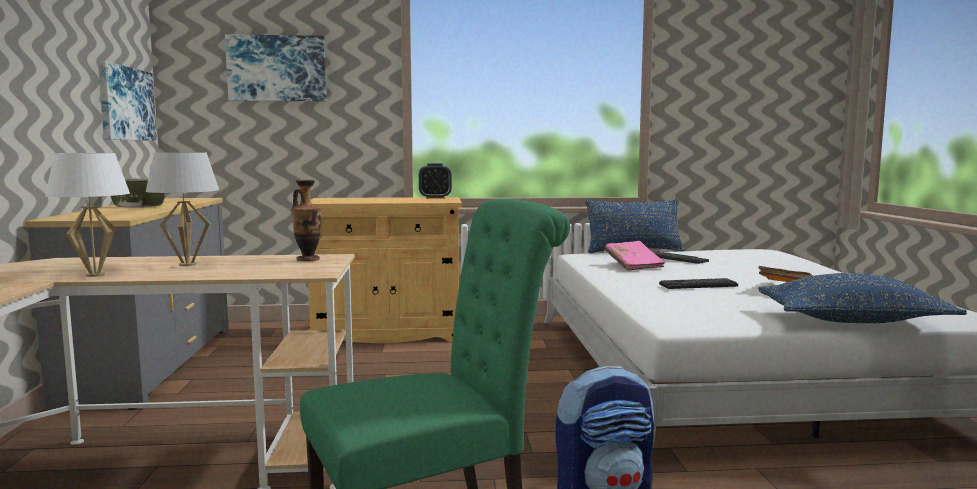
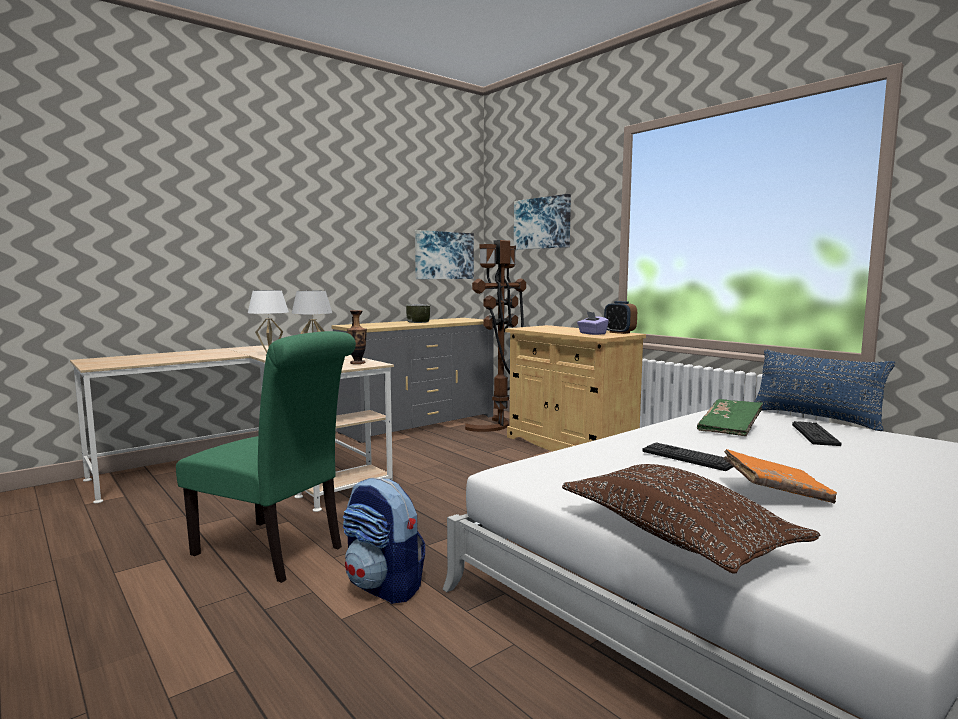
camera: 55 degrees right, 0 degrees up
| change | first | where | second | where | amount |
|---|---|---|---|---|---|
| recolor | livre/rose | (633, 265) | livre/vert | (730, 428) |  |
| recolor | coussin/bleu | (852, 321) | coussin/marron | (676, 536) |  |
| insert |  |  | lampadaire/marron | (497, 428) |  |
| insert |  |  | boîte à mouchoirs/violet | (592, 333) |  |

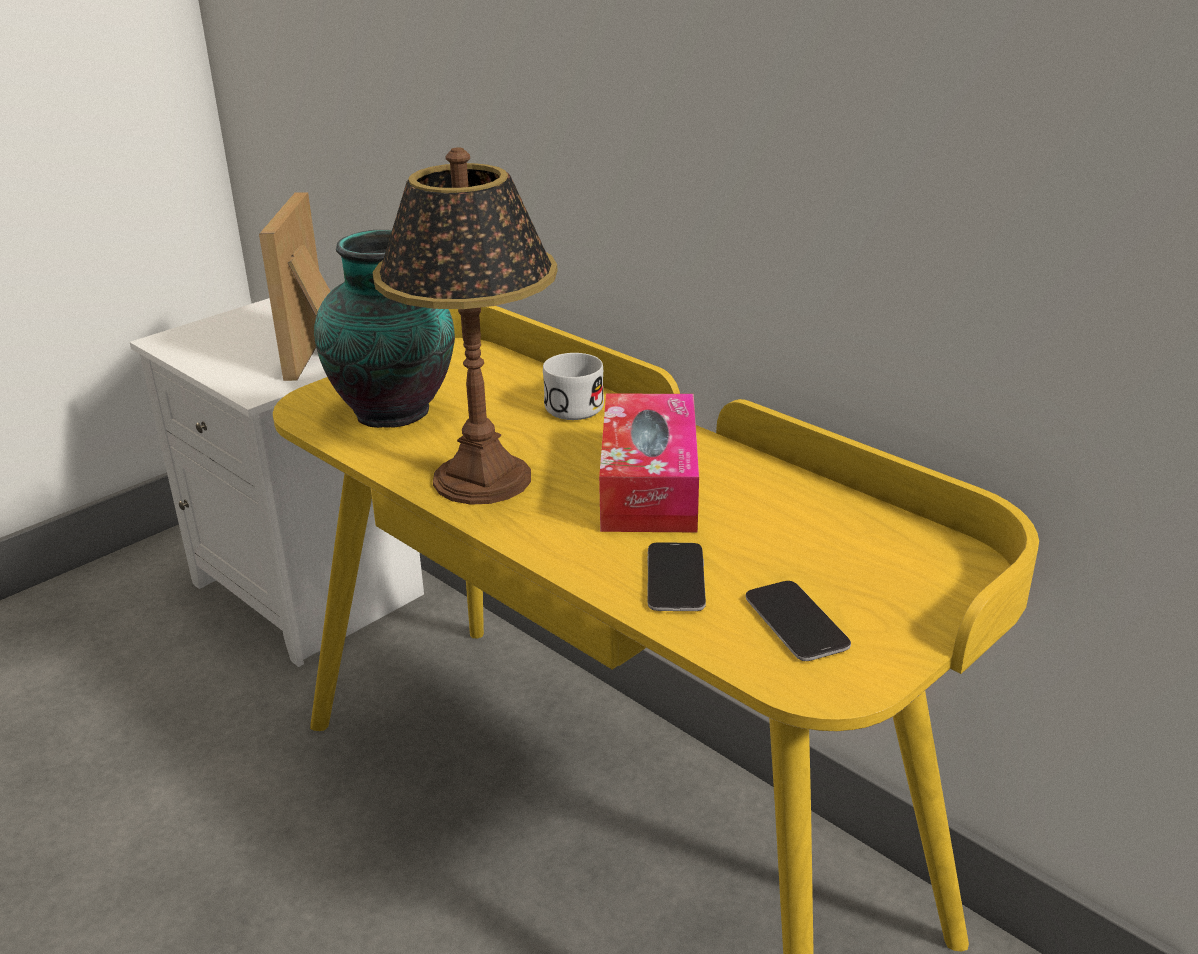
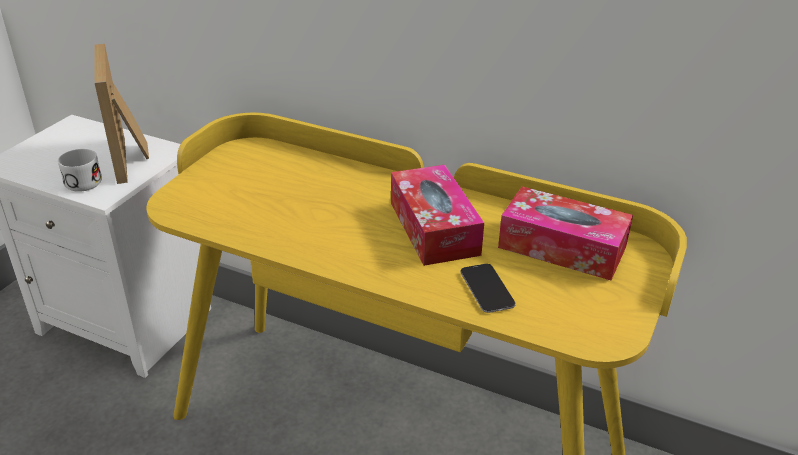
camera: 20 degrees left, 5 degrees up
| change | first | where | second | where | amount |
|---|---|---|---|---|---|
| delete | lampe de table | (482, 479) |  |  |  |
| delete | vase | (396, 411) |  |  |  |
| move | mug/blanc | (574, 403) |  | (83, 179) |  |
| delete | téléphone | (796, 622) |  |  |  |
| insert |  |  | boîte à mouchoirs | (562, 247) |  |

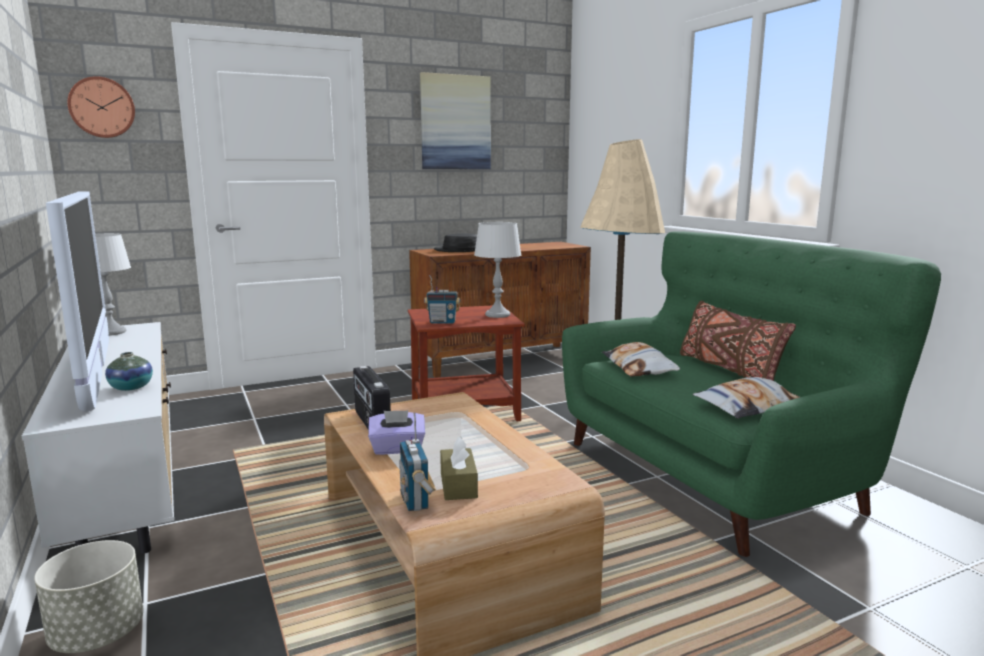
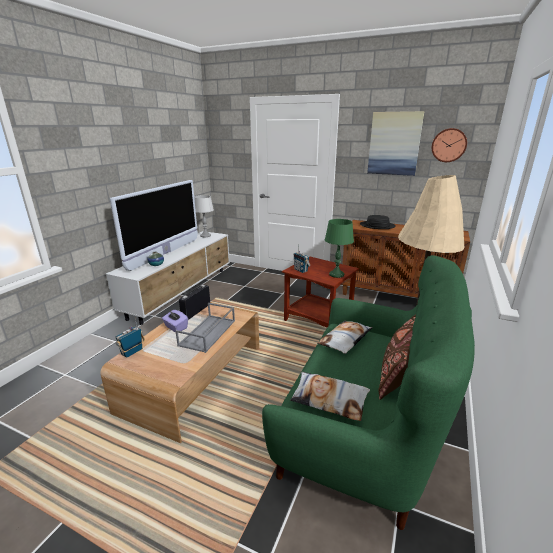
camera: 50 degrees right, 10 degrees up
| change | first | where | second | where | amount |
|---|---|---|---|---|---|
| move | horloge murale | (102, 107) |  | (449, 145) |  |
| recolor | lampe de table/gris | (497, 315) | lampe de table/vert | (336, 274) |  |
| delete | boîte à mouchoirs/marron | (458, 485) |  |  |  |
| delete | cache-pot/gris | (98, 635) |  |  |  |
| insert |  |  | plateau/gris | (208, 333) |  |

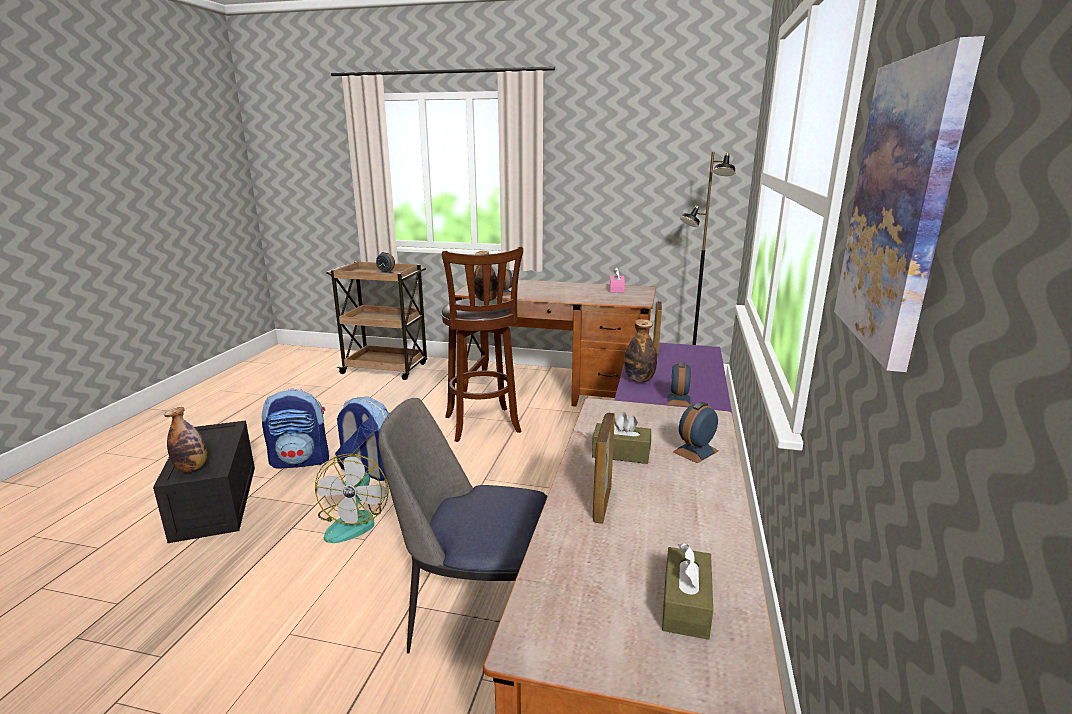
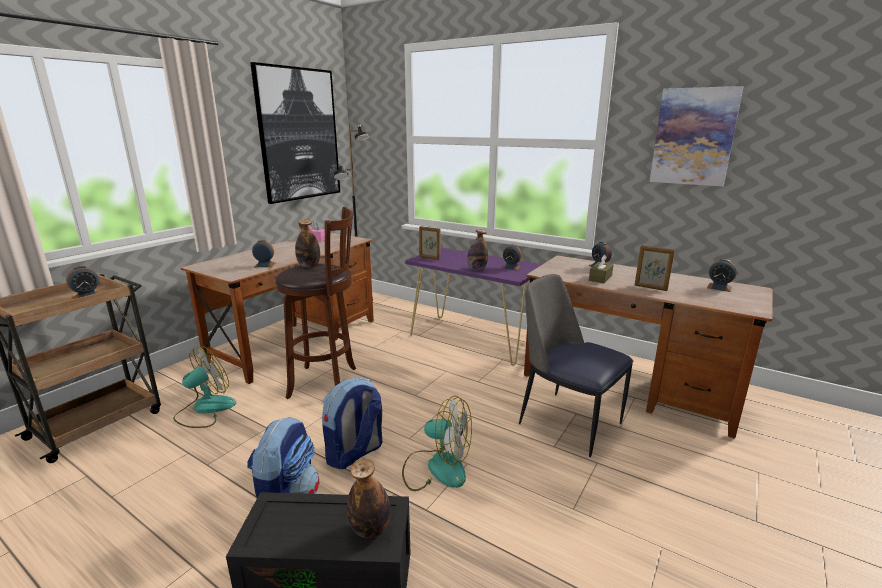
camera: 70 degrees left, 0 degrees up
| change | first | where | second | where | amount |
|---|---|---|---|---|---|
| rotate | chaise | (475, 613) |  | (567, 421) | 105 degrees clockwise |
| replace | boîte à mouchoirs/marron | (686, 604) | réveil | (719, 287) |  |
| insert |  |  | tableau | (299, 135) |  |
| insert |  |  | ventilateur | (205, 409) |  |

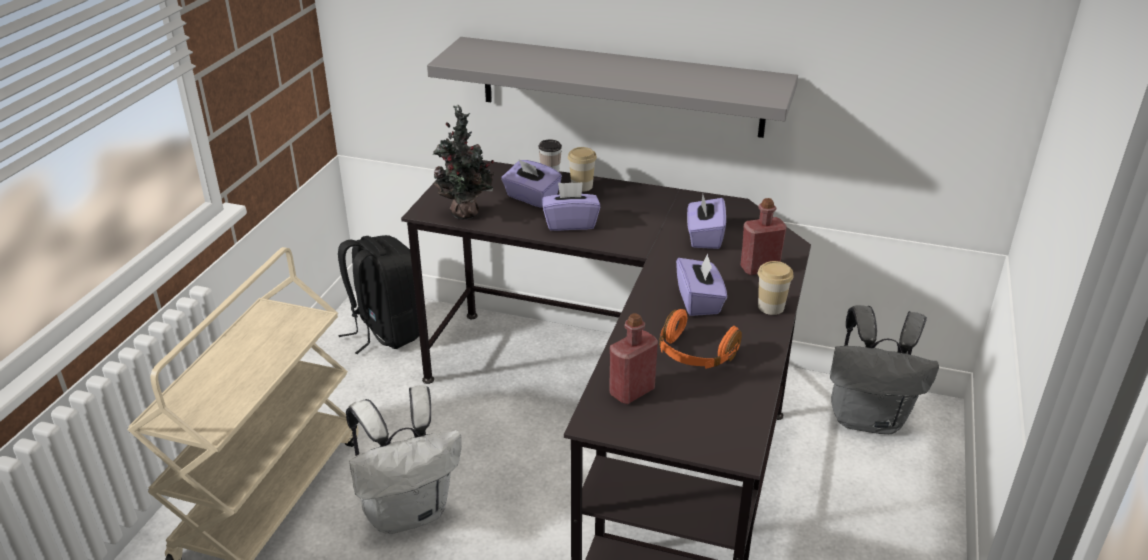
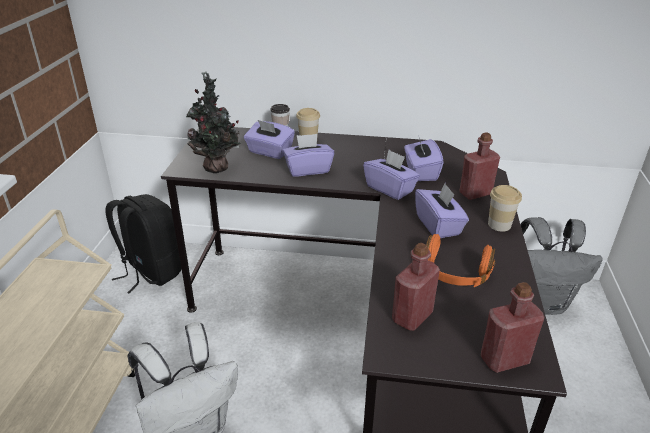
camera: 10 degrees left, 0 degrees up
| change | first | where | second | where | amount |
|---|---|---|---|---|---|
| delete | étagère/gris | (621, 87) |  |  |  |
| insert |  |  | boîte à mouchoirs/violet | (390, 189) |  |
| insert |  |  | bouteille/rouge | (504, 359) |  |

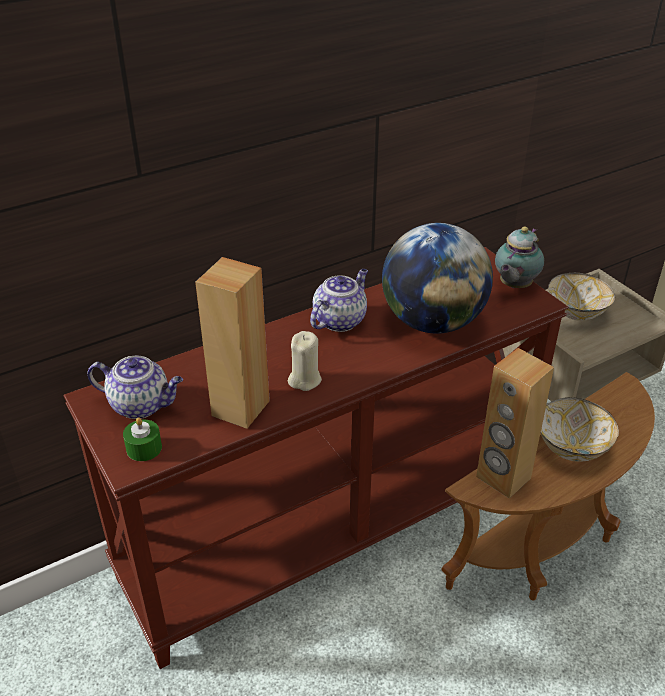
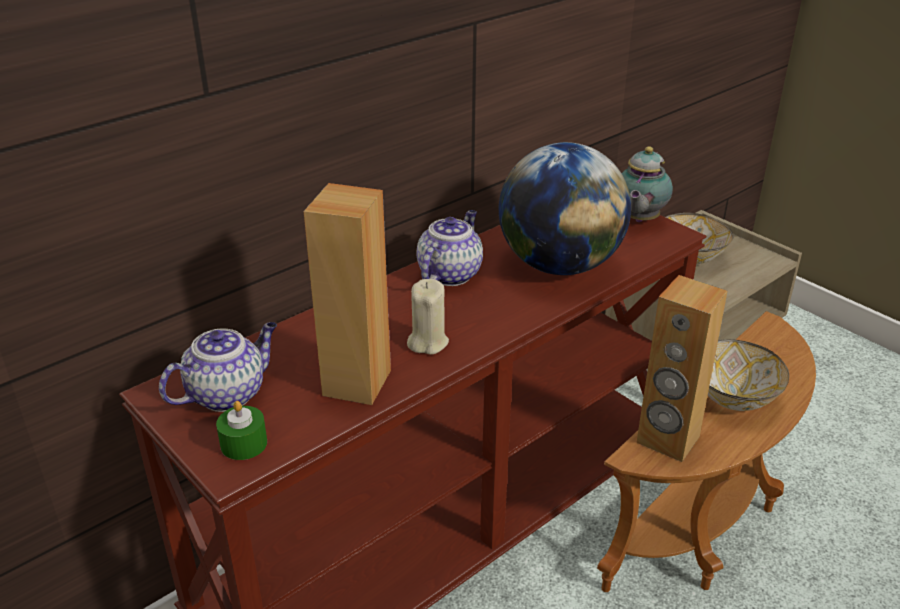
camera: 10 degrees left, 5 degrees down
| change | first | where | second | where | amount |
|---|---|---|---|---|---|
| rotate | théière | (141, 405) |  | (227, 393) | 45 degrees counterclockwise |

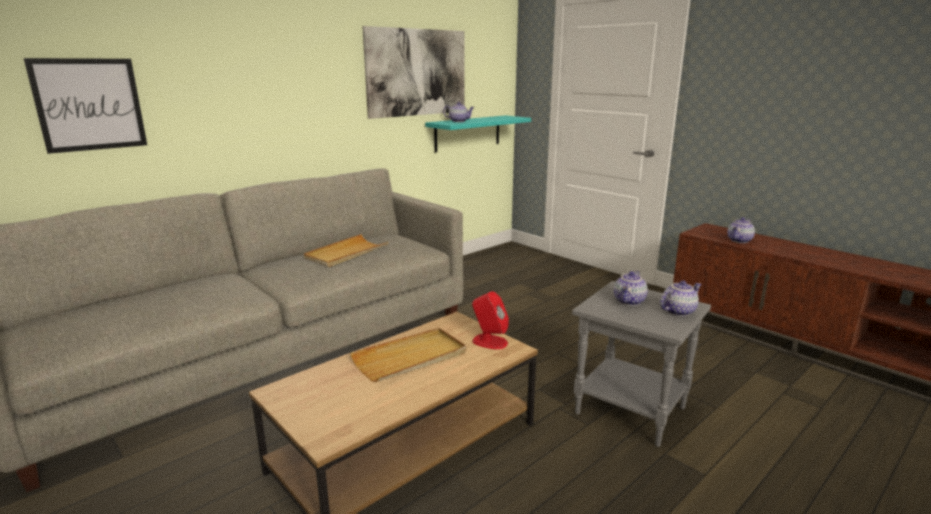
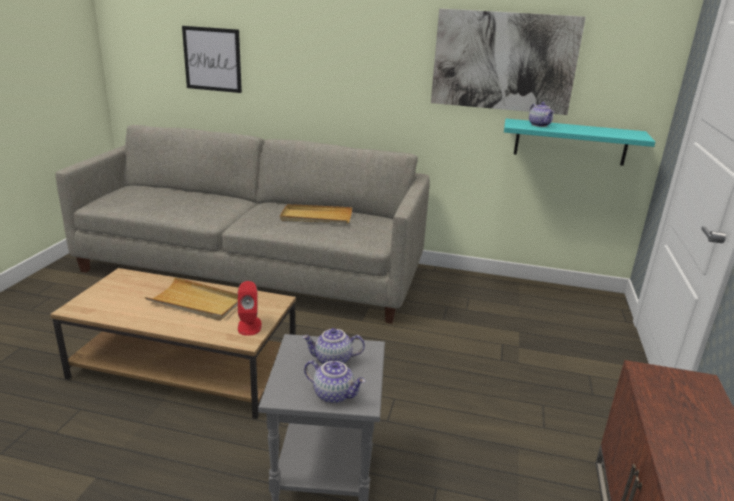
camera: 55 degrees right, 5 degrees up
| change | first | where | second | where | amount |
|---|---|---|---|---|---|
| delete | théière | (740, 241) |  |  |  |

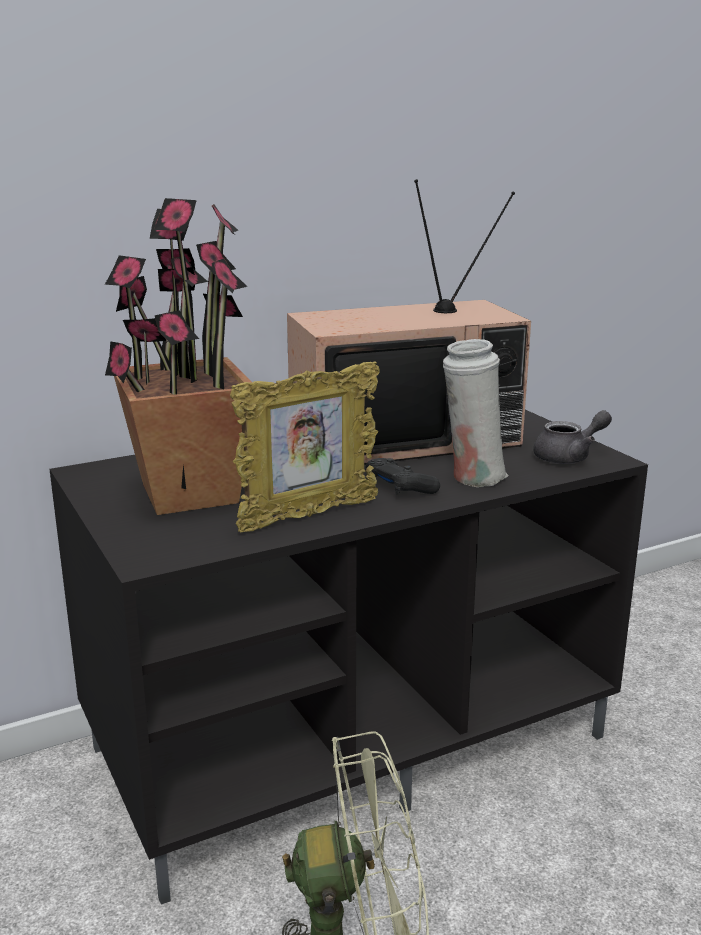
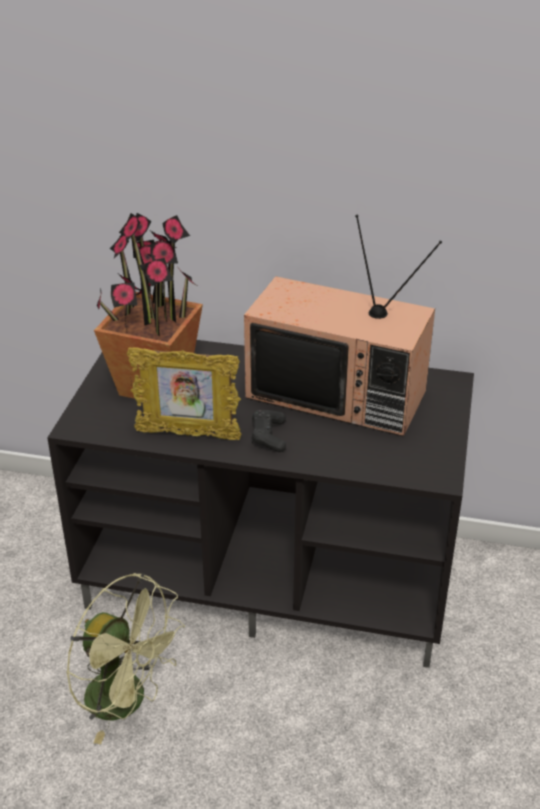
camera: 40 degrees right, 15 degrees up
| change | first | where | second | where | amount |
|---|---|---|---|---|---|
| delete | vase/blanc | (472, 477) |  |  |  |
| delete | théière/gris | (569, 457) |  |  |  |

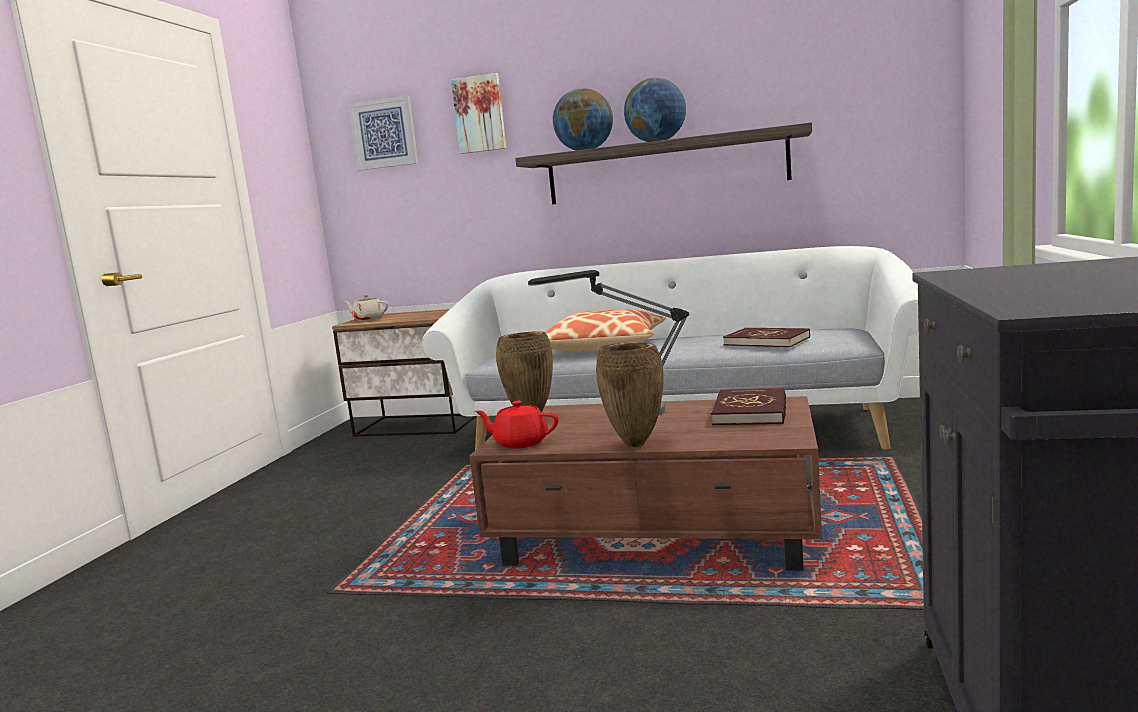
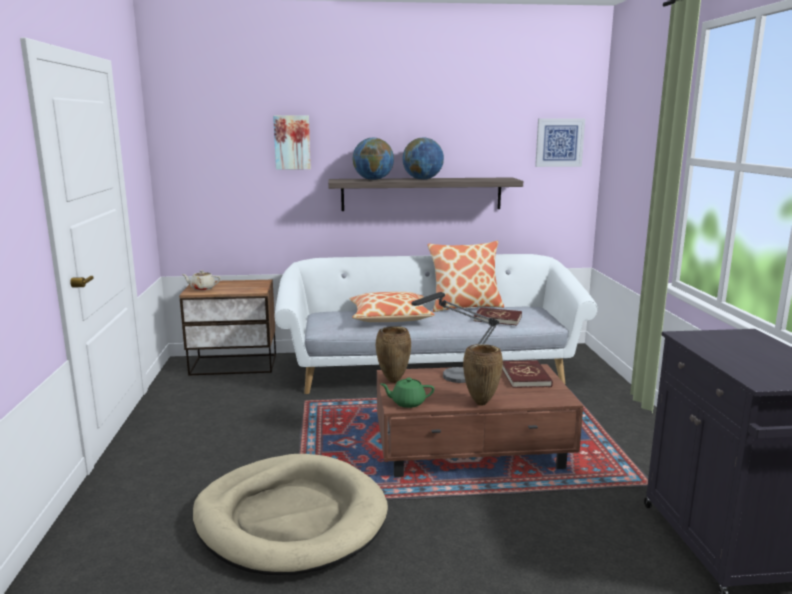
camera: 20 degrees left, 5 degrees up
| change | first | where | second | where | amount |
|---|---|---|---|---|---|
| move | tableau | (384, 133) |  | (559, 142) |  |
| recolor | théière/rouge | (520, 443) | théière/vert | (407, 403) |  |
| insert |  |  | coussin | (465, 306) |  |
| insert |  |  | panier pour chien/beige | (290, 519) |  |

